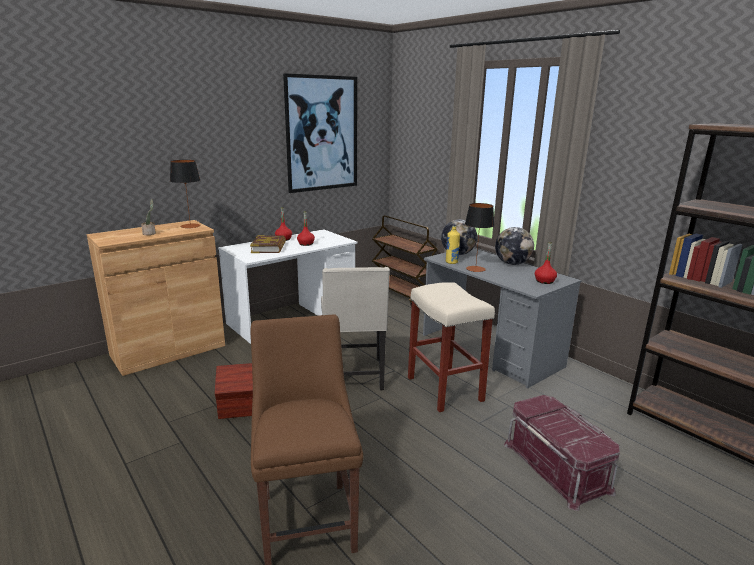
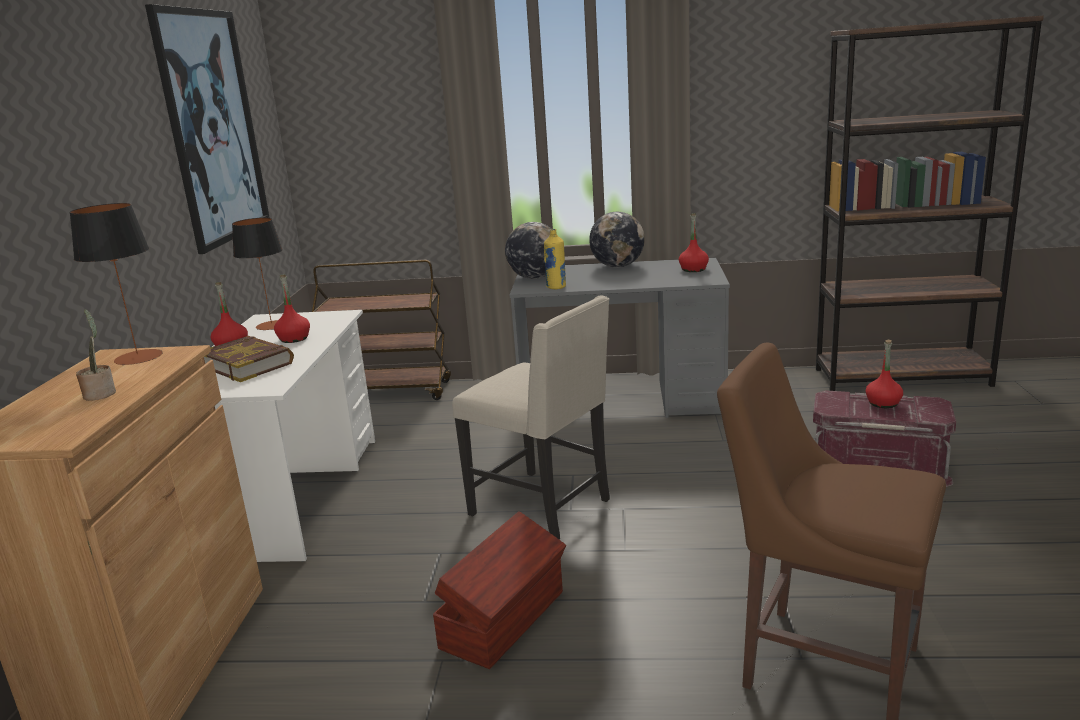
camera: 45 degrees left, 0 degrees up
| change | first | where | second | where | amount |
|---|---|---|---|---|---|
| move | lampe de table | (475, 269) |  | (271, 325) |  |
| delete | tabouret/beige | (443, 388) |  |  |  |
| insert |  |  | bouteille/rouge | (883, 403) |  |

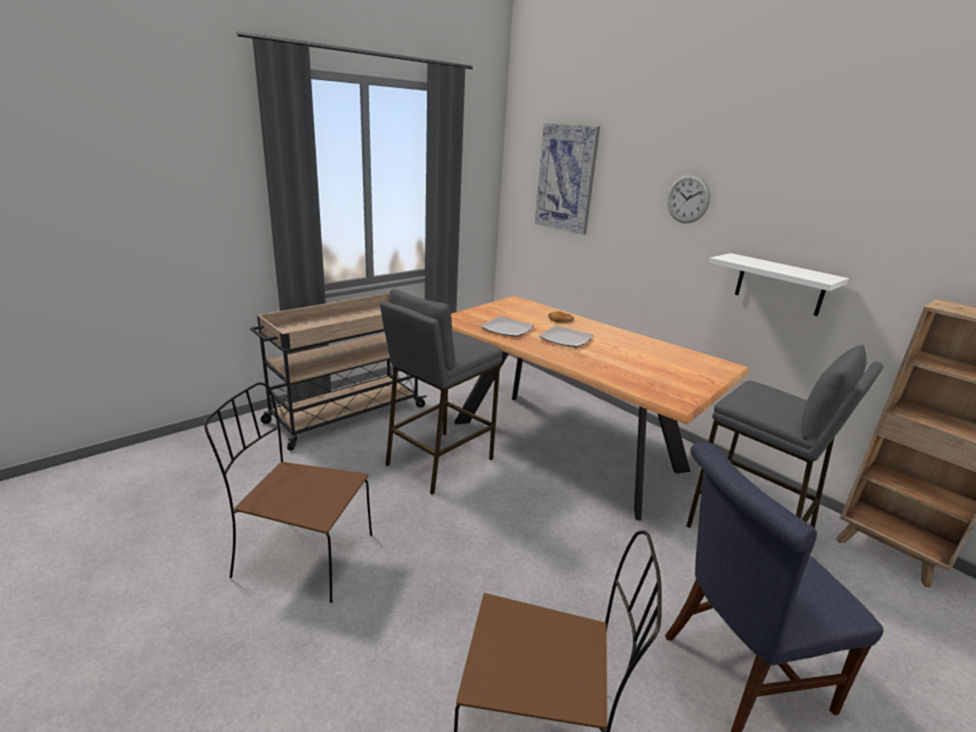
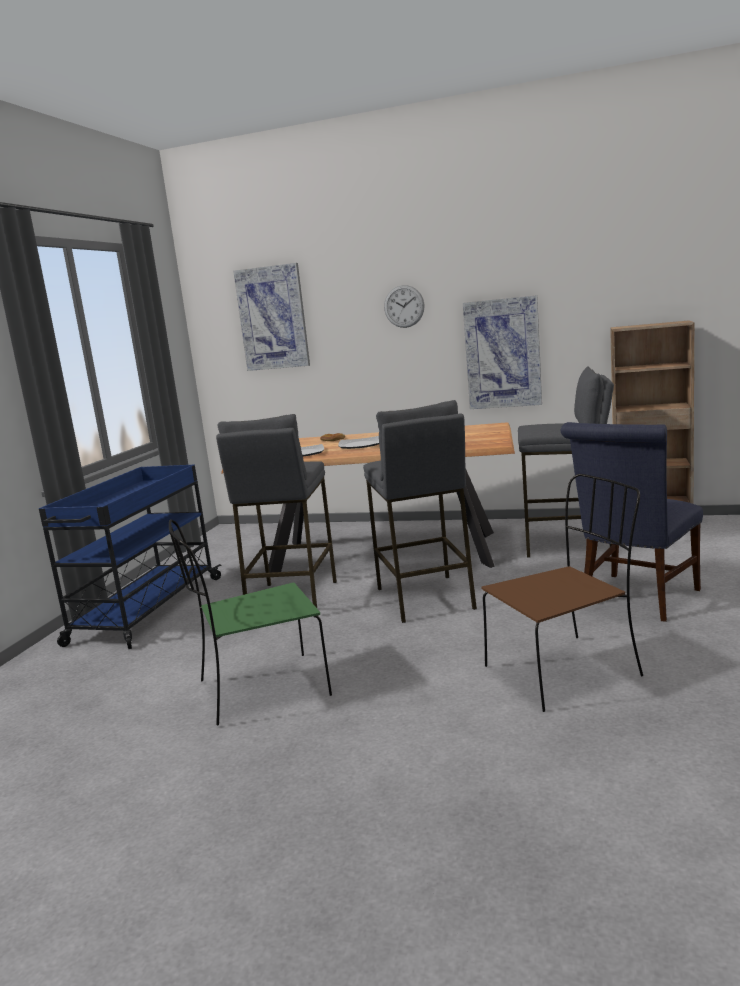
camera: 30 degrees left, 10 degrees down
| change | first | where | second | where | amount |
|---|---|---|---|---|---|
| replace | étagère/blanc | (780, 284) | tableau | (502, 353) |  |
| recolor | chariot/beige | (344, 415) | chariot/bleu | (146, 610) |  |
| recolor | chaise/marron | (301, 555) | chaise/vert | (260, 689) |  |
| insert |  |  | tabouret/gris | (425, 598) |  |

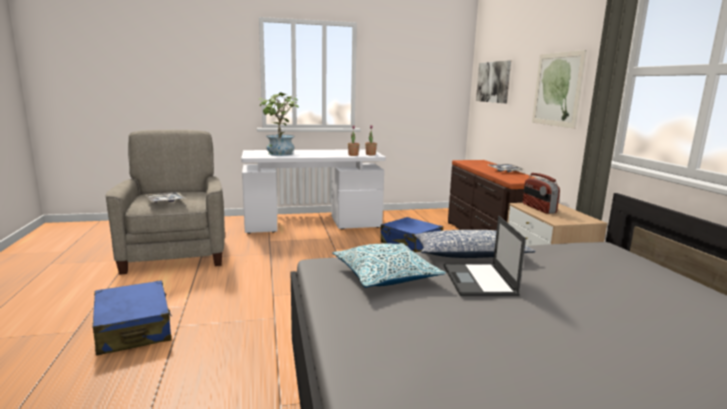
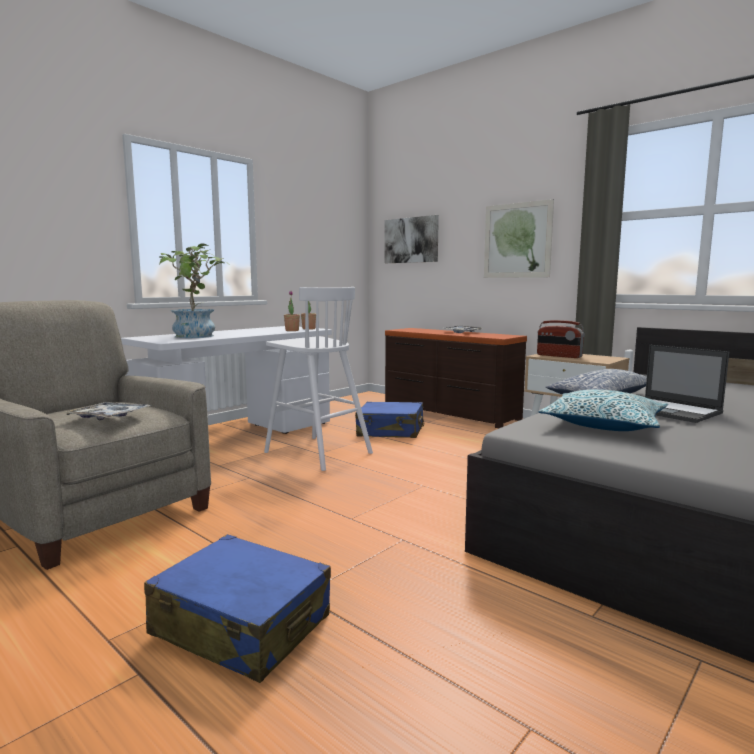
camera: 35 degrees left, 5 degrees down
| change | first | where | second | where | amount |
|---|---|---|---|---|---|
| insert |  |  | tabouret/blanc | (316, 452) |  |

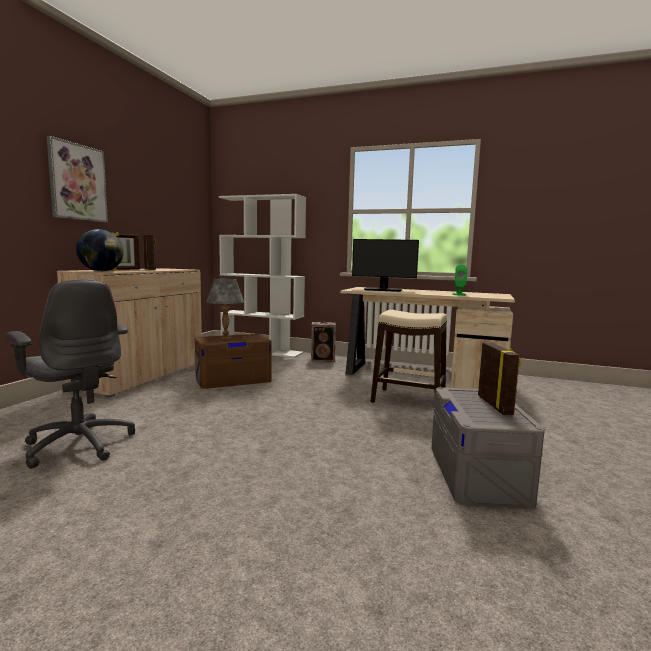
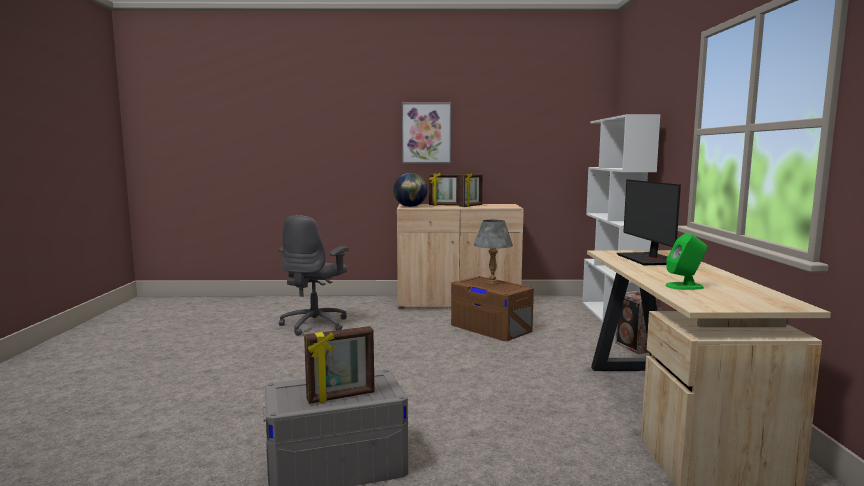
camera: 70 degrees right, 0 degrees up
| change | first | where | second | where | amount |
|---|---|---|---|---|---|
| delete | tabouret/beige | (408, 400) |  |  |  |

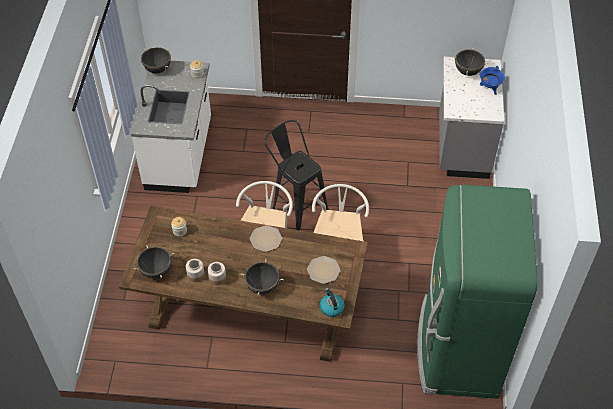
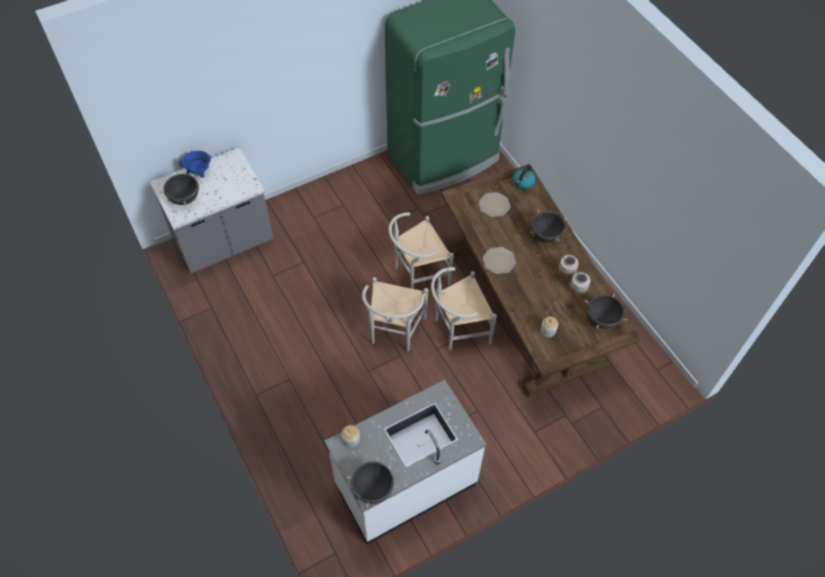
camera: 125 degrees left, 5 degrees up
| change | first | where | second | where | amount |
|---|---|---|---|---|---|
| replace | tabouret/noir | (296, 207) | chaise/blanc | (394, 333) |  |

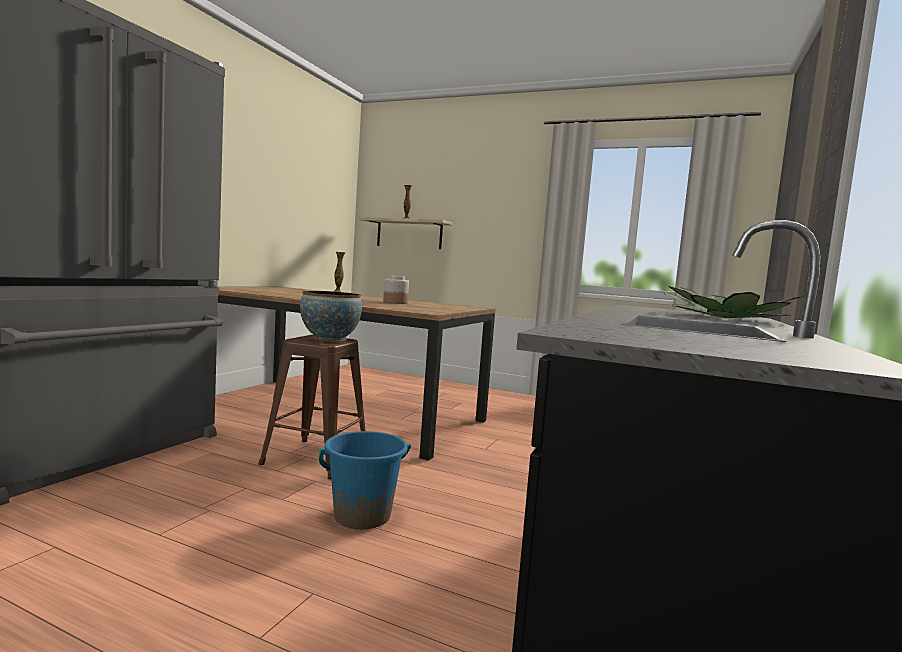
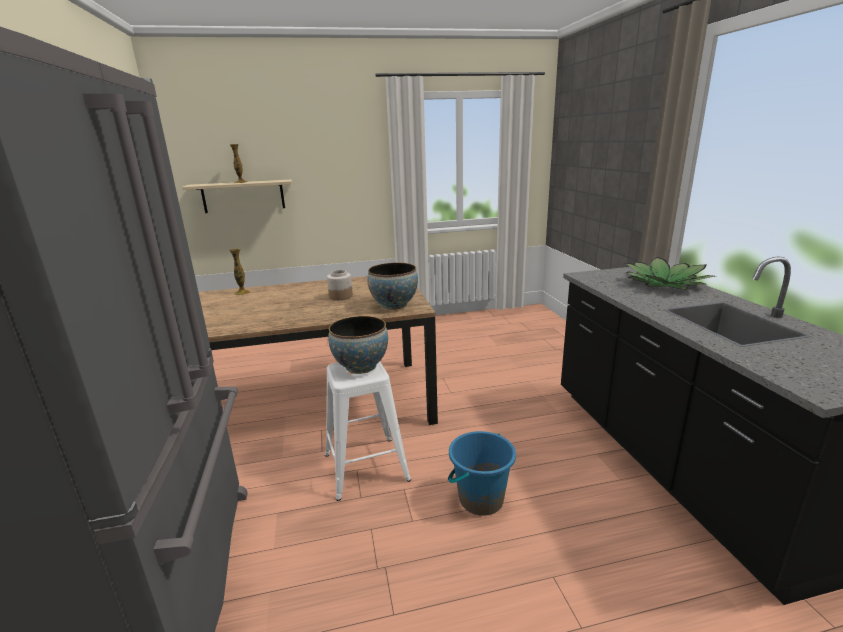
camera: 35 degrees left, 15 degrees up
| change | first | where | second | where | amount |
|---|---|---|---|---|---|
| recolor | tabouret/marron | (314, 458) | tabouret/blanc | (365, 467) |  |
| insert |  |  | bol | (394, 305) |  |

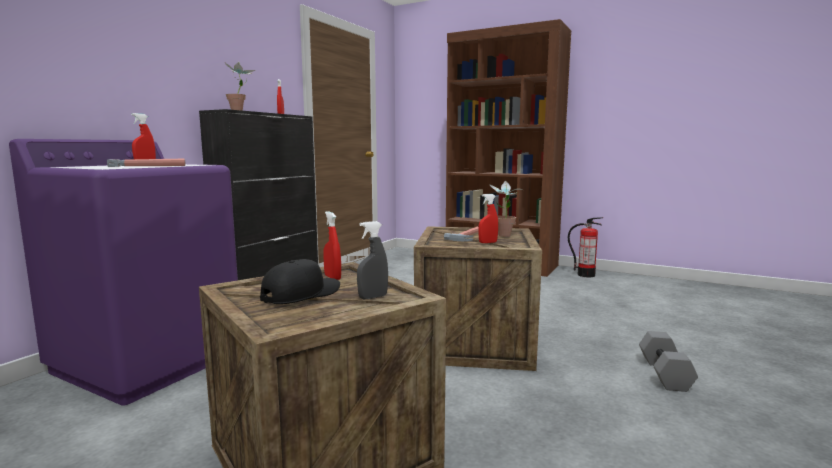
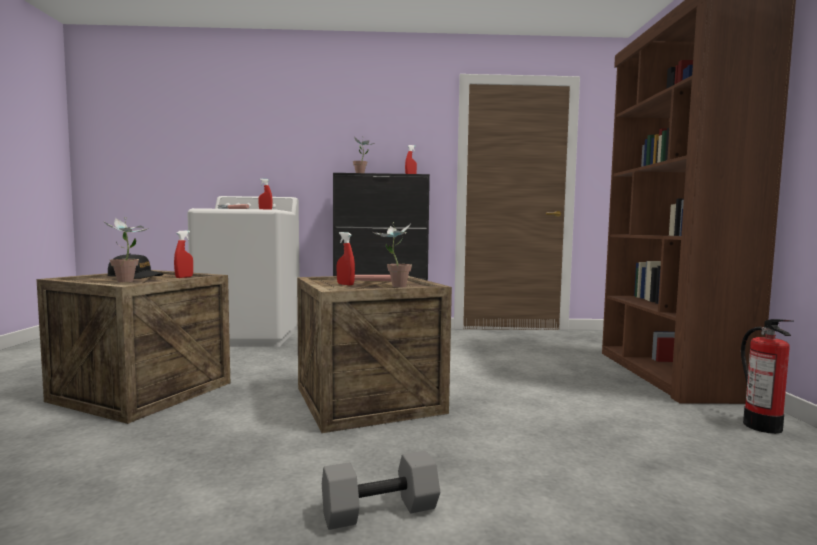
camera: 60 degrees right, 5 degrees down
| change | first | where | second | where | amount |
|---|---|---|---|---|---|
| recolor | lave-linge/violet | (149, 361) | lave-linge/blanc | (250, 336) |  |
| replace | vaporisateur/gris | (373, 297) | plante en pot | (127, 282) |  |

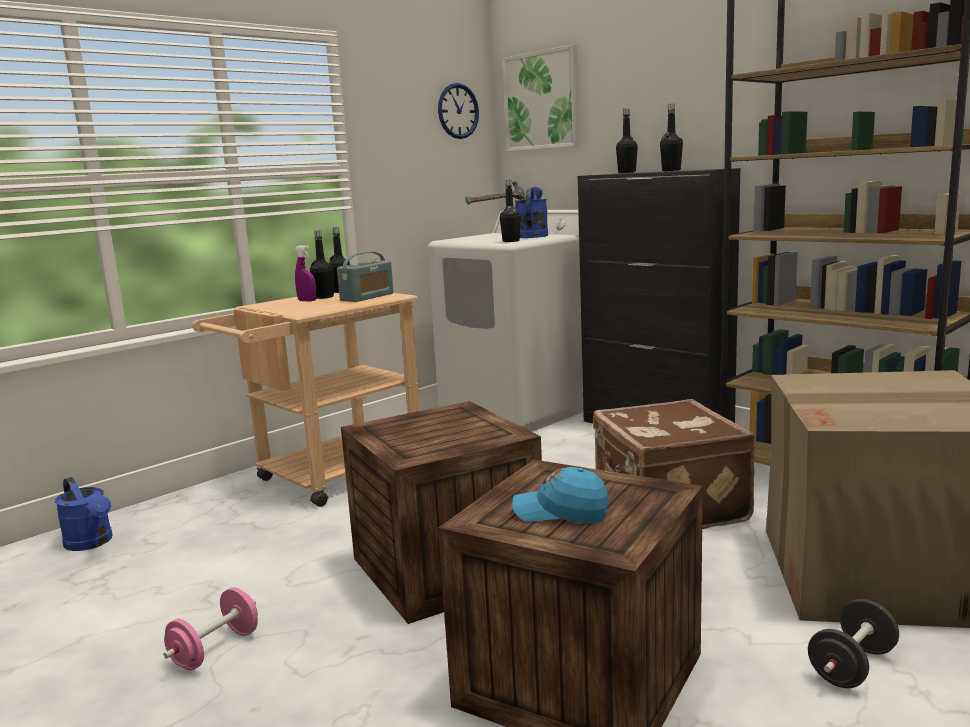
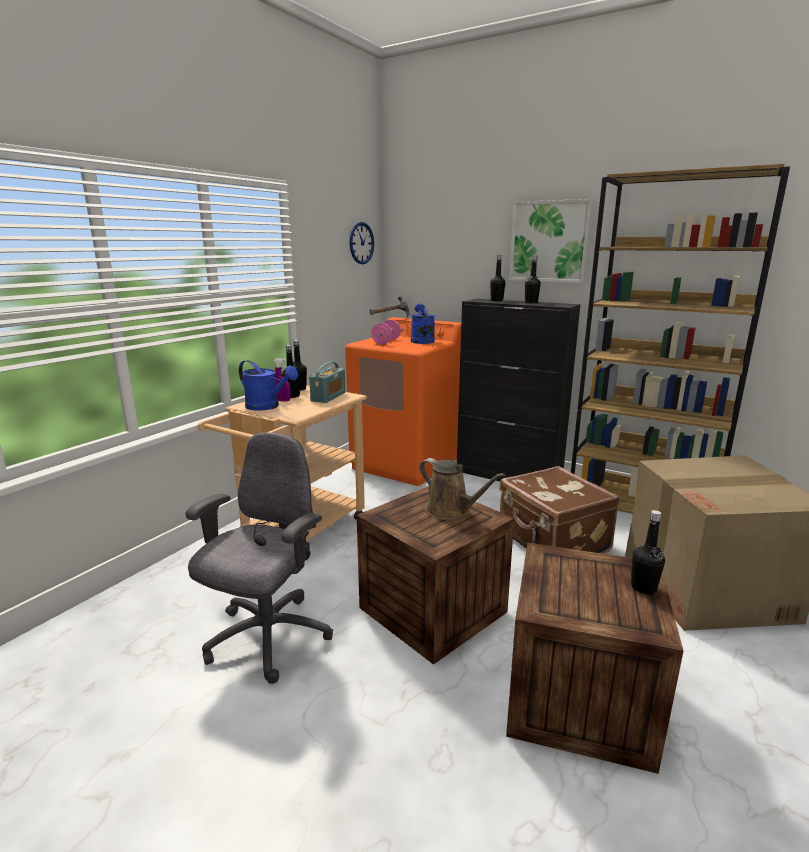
camera: 15 degrees left, 5 degrees up
| change | first | where | second | where | amount |
|---|---|---|---|---|---|
| move | tableau | (542, 101) |  | (549, 241) |  |
| move | bouteille/noir | (511, 241) |  | (643, 587) |  |
| recolor | lave-linge/blanc | (518, 411) | lave-linge/orange | (406, 463) |  |
| delete | casquette/bleu | (560, 513) |  |  |  |
| move | arrosoir/bleu | (92, 543) |  | (267, 406) |  |
| move | haltère/rose | (215, 650) |  | (386, 342) |  |
| delete | haltère/noir | (852, 667) |  |  |  |
| insert |  |  | chaise de bureau/gris | (267, 638) |  |
| insert |  |  | arrosoir/marron | (451, 510) |  |

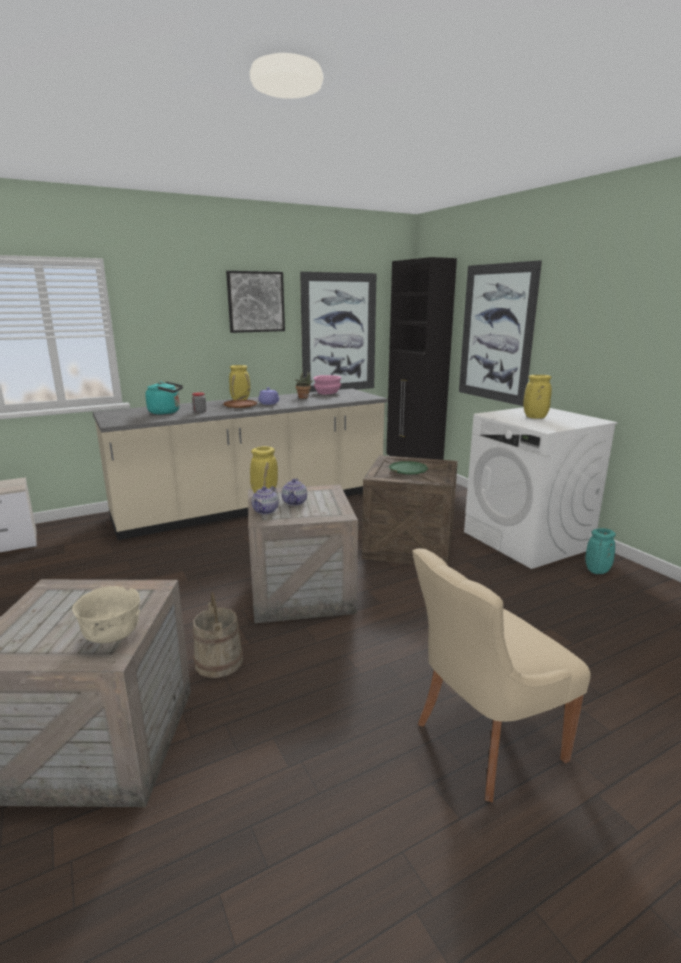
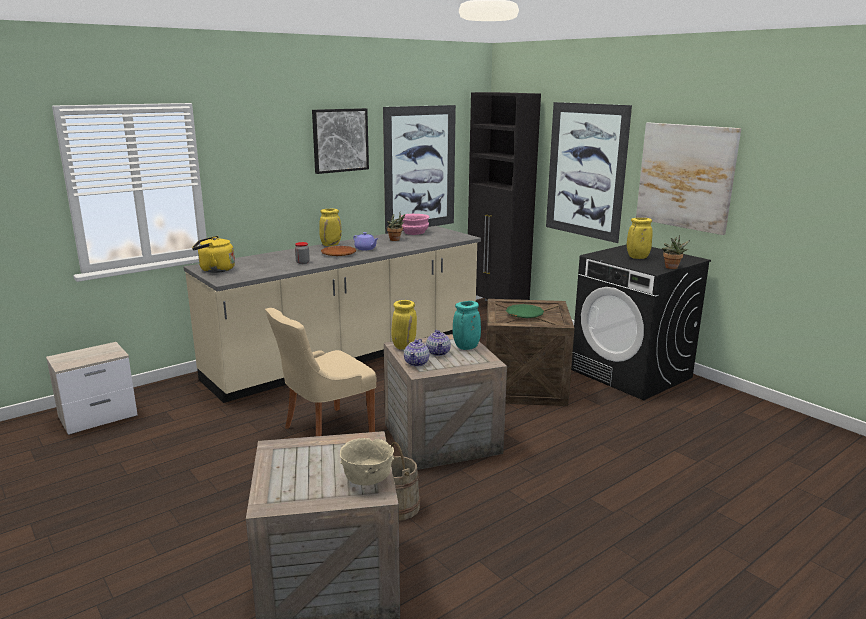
camera: 10 degrees left, 0 degrees up
| change | first | where | second | where | amount |
|---|---|---|---|---|---|
| delete | bouilloire/turquoise | (166, 412) |  |  |  |
| recolor | lave-linge/blanc | (527, 540) | lave-linge/noir | (631, 374) |  |
| move | vase/turquoise | (597, 571) |  | (466, 347) |  |
| move | chaise/beige | (484, 742) |  | (325, 431) |  |
| insert |  |  | tableau | (685, 176) |  |
| insert |  |  | plante en pot | (672, 268) |  |
| insert |  |  | bouilloire/jaune | (215, 270) |  |

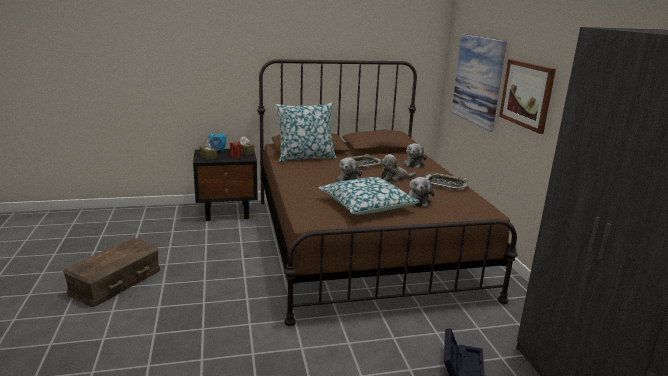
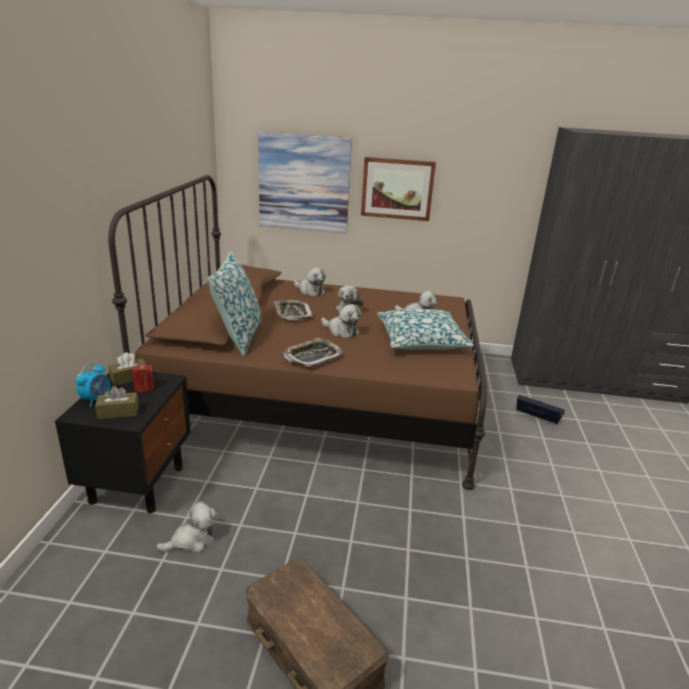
camera: 70 degrees left, 5 degrees up
| change | first | where | second | where | amount |
|---|---|---|---|---|---|
| move | plateau | (445, 184) |  | (313, 356) |  |
| insert |  |  | peluche | (192, 540) |  |

